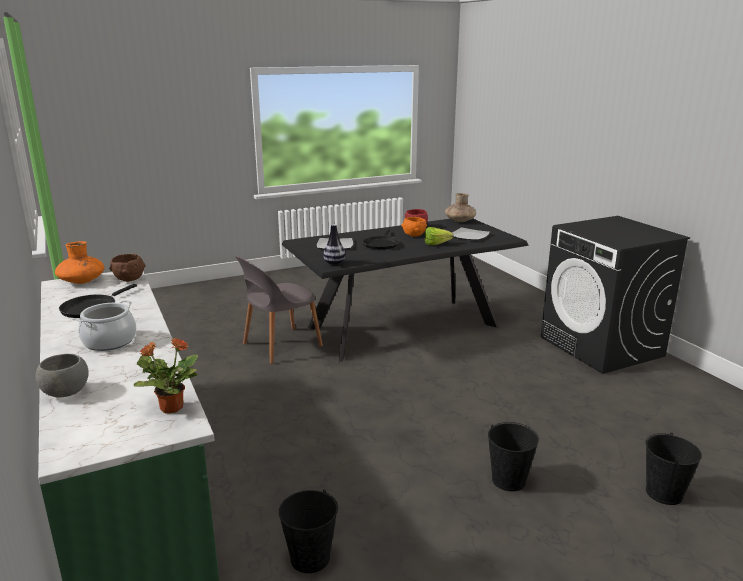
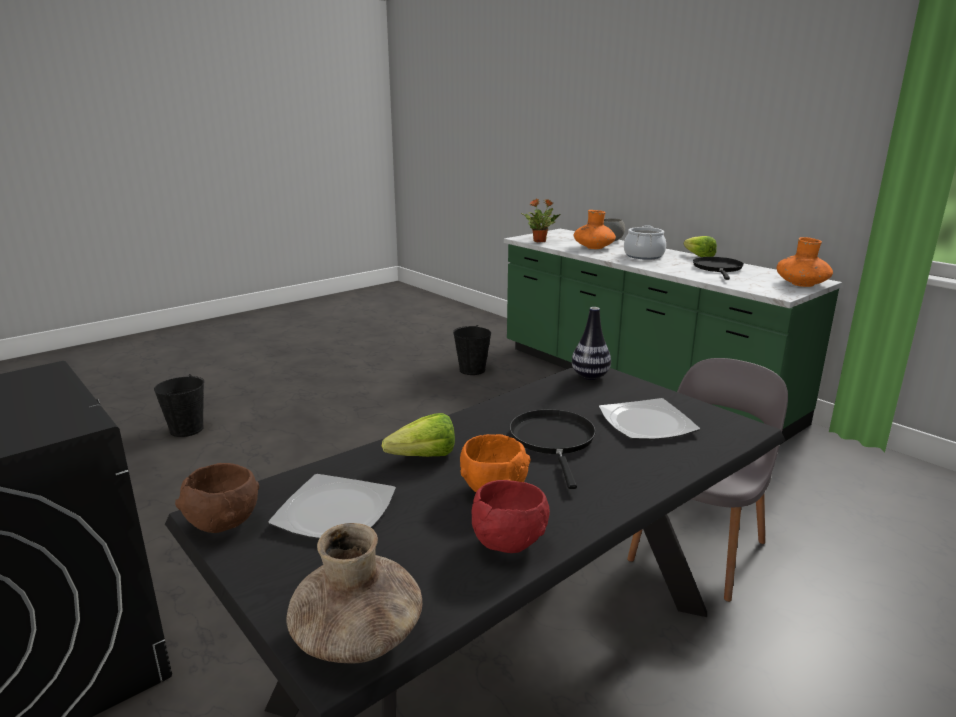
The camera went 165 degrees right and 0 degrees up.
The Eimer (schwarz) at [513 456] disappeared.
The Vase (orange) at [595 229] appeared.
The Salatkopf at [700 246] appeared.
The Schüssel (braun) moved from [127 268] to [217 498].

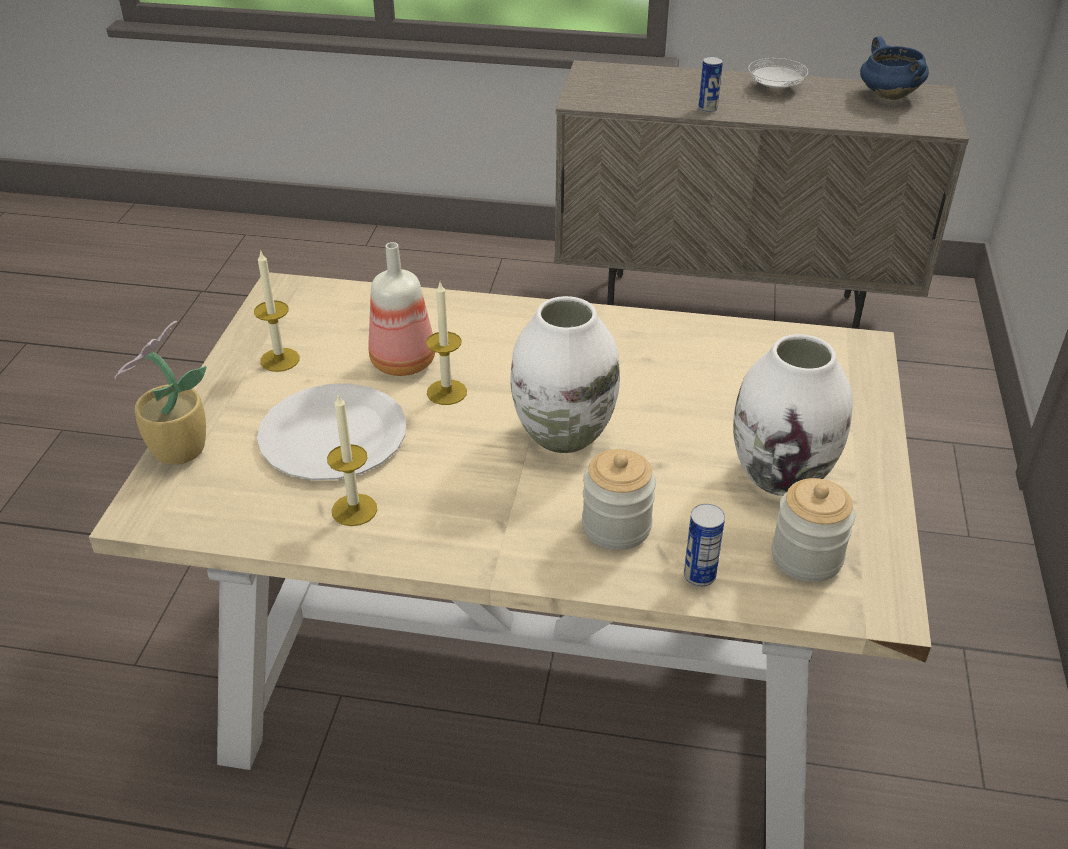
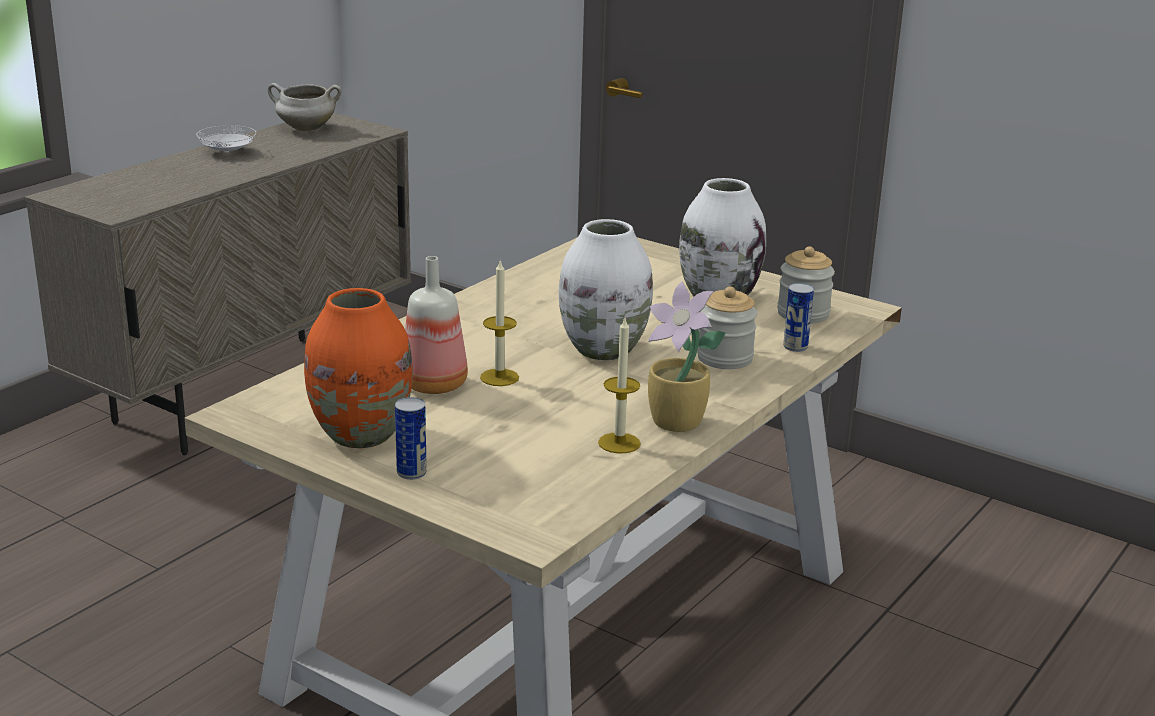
The camera went 65 degrees left and 15 degrees down.
The Teller (weiß) at [332 431] disappeared.
The Topfpflanze moved from [160 393] to [687 356].
The Dose moved from [710 84] to [411 438].
The Kerze at [277 311] was replaced by the Vase (orange) at [358 368].
The Kochtopf (blau) at [894 68] became the Kochtopf (weiß) at [305 107].

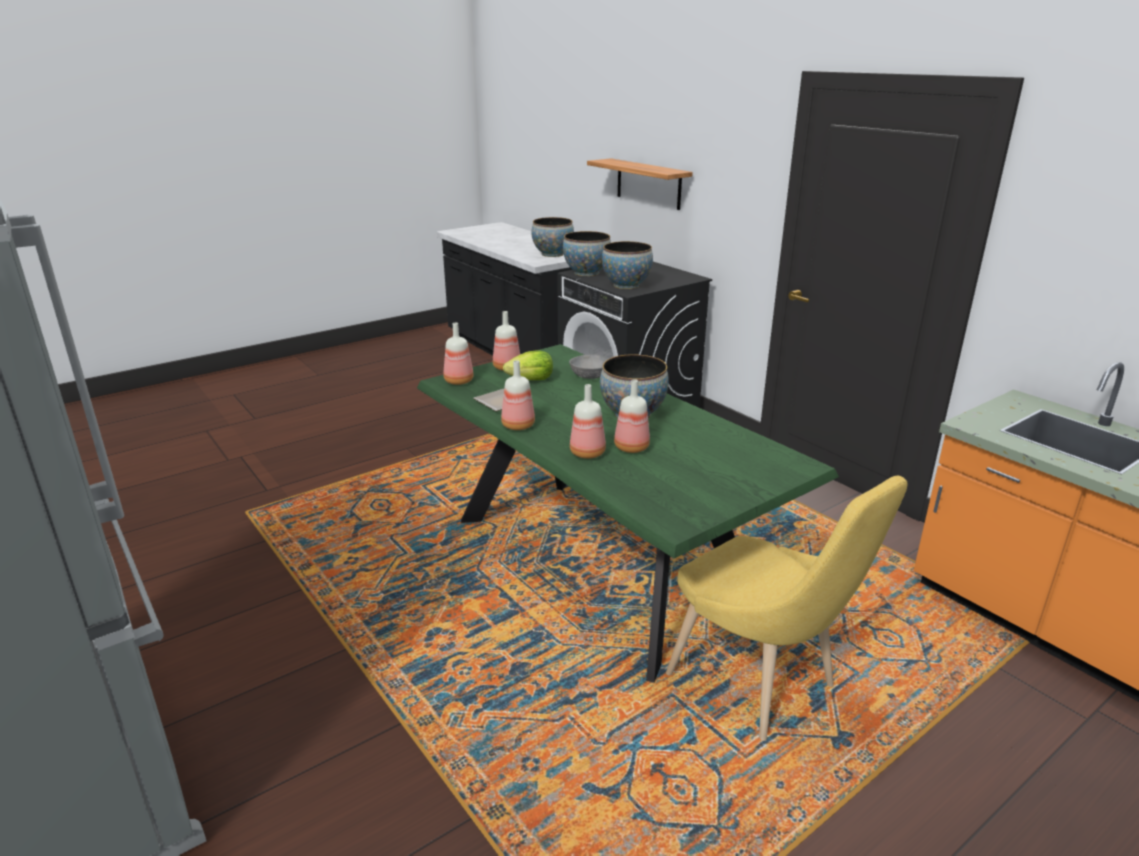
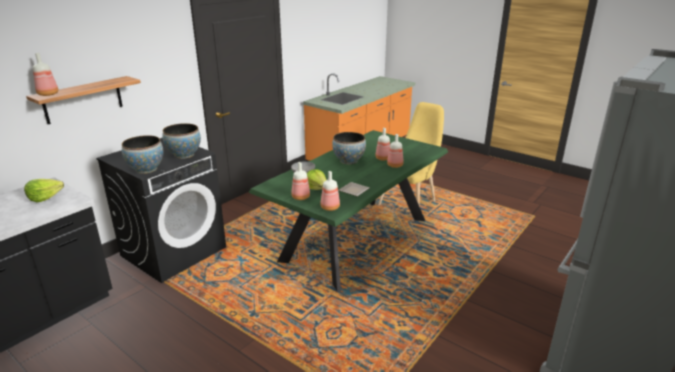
The camera went 105 degrees left and 0 degrees up.
The Flasche moved from [518 395] to [46 74].
The Schüssel at [552 237] was replaced by the Salatkopf at [44 190].

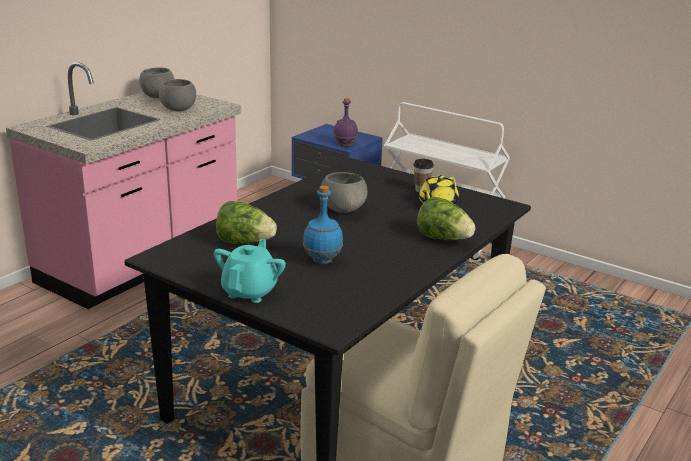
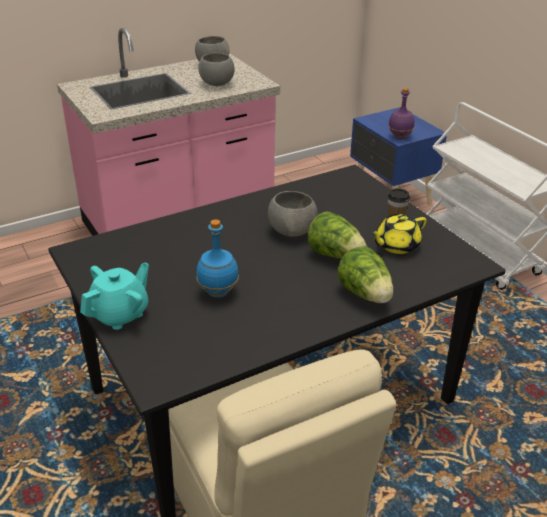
The camera went 25 degrees right and 10 degrees up.
The Salatkopf moved from [246 222] to [337 235].

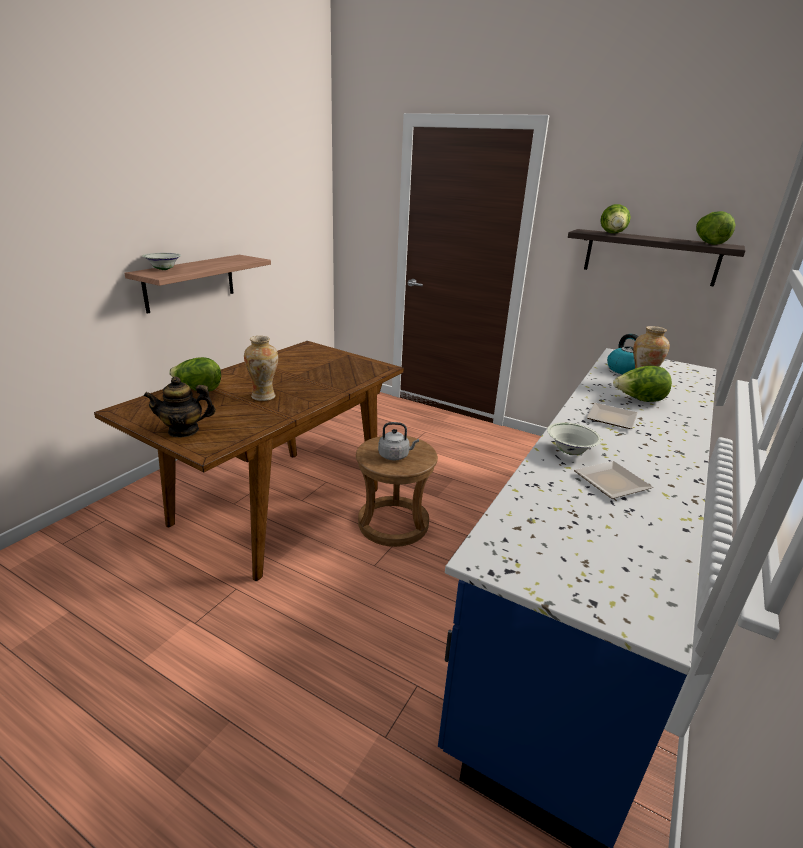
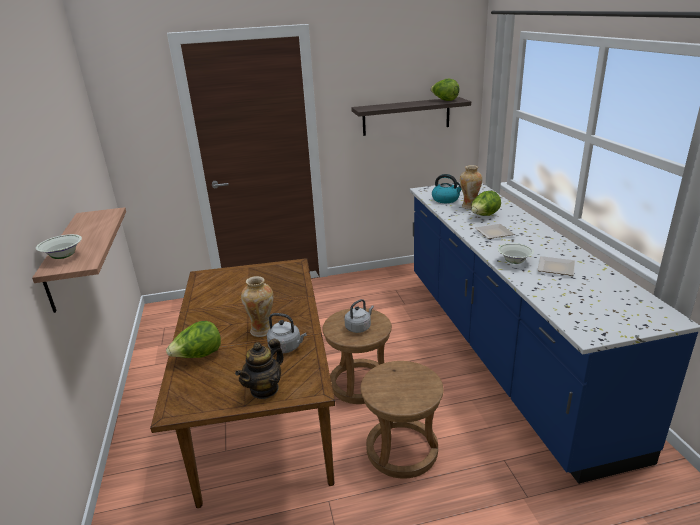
The camera went 40 degrees left and 0 degrees up.
The Salatkopf at [615 218] disappeared.
The Wasserkessel (grau) at [286 333] appeared.
The Hocker (braun) at [402 420] appeared.

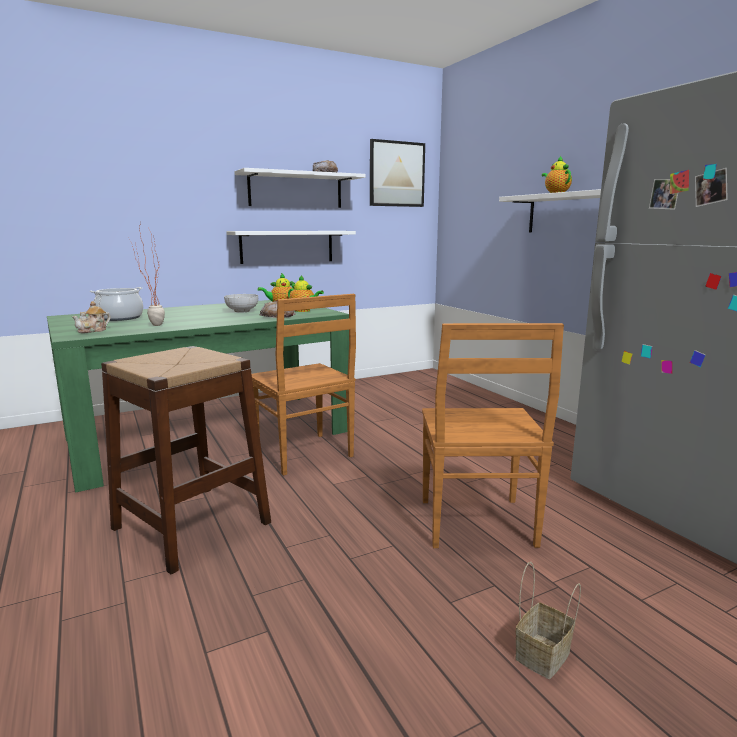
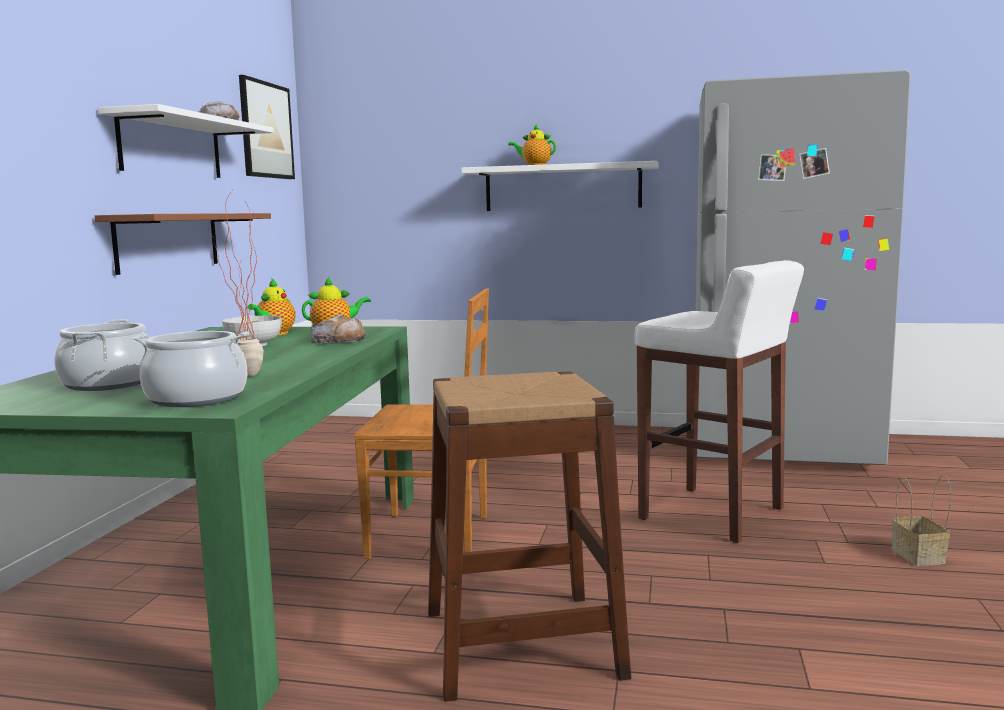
The camera went 50 degrees left and 5 degrees down.
The Teekanne at [91 317] was replaced by the Kochtopf at [191 369].
The Stuhl (braun) at [493 435] was replaced by the Hocker (weiß) at [719 401].
The Wandregal (weiß) at [291 247] became the Wandregal (braun) at [183 244].

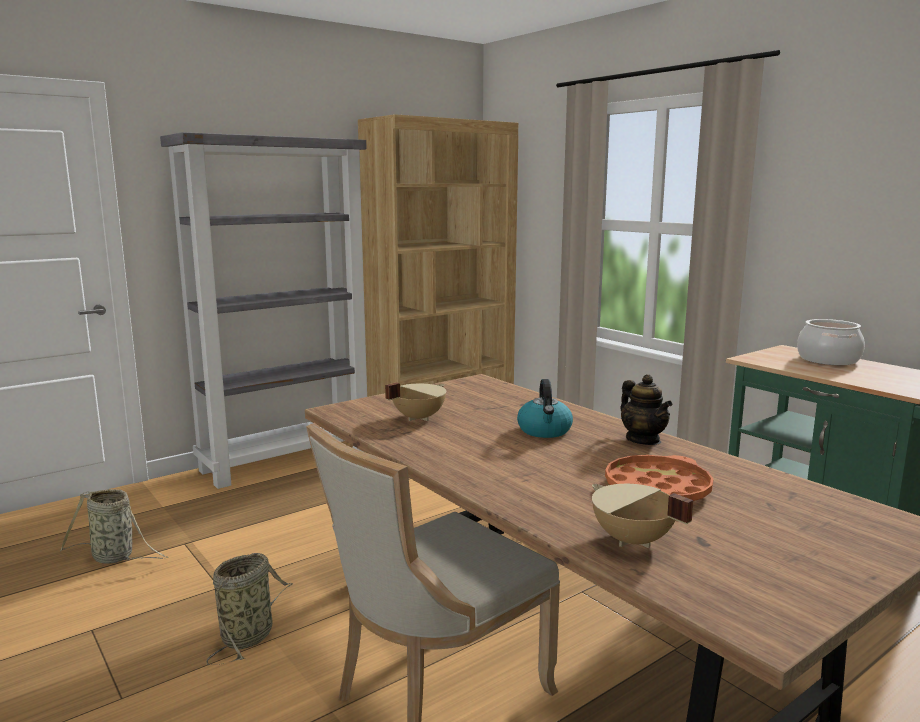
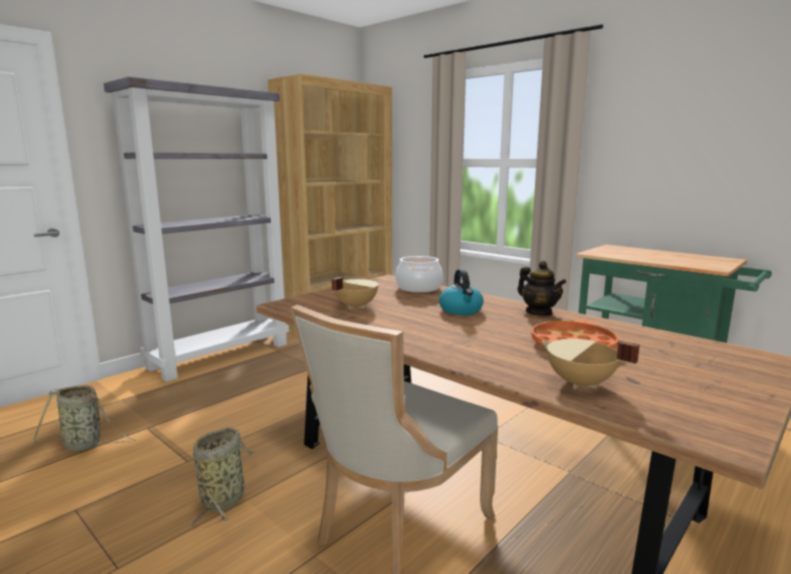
The camera went 10 degrees left and 0 degrees up.
The Kochtopf moved from [831 342] to [419 274].

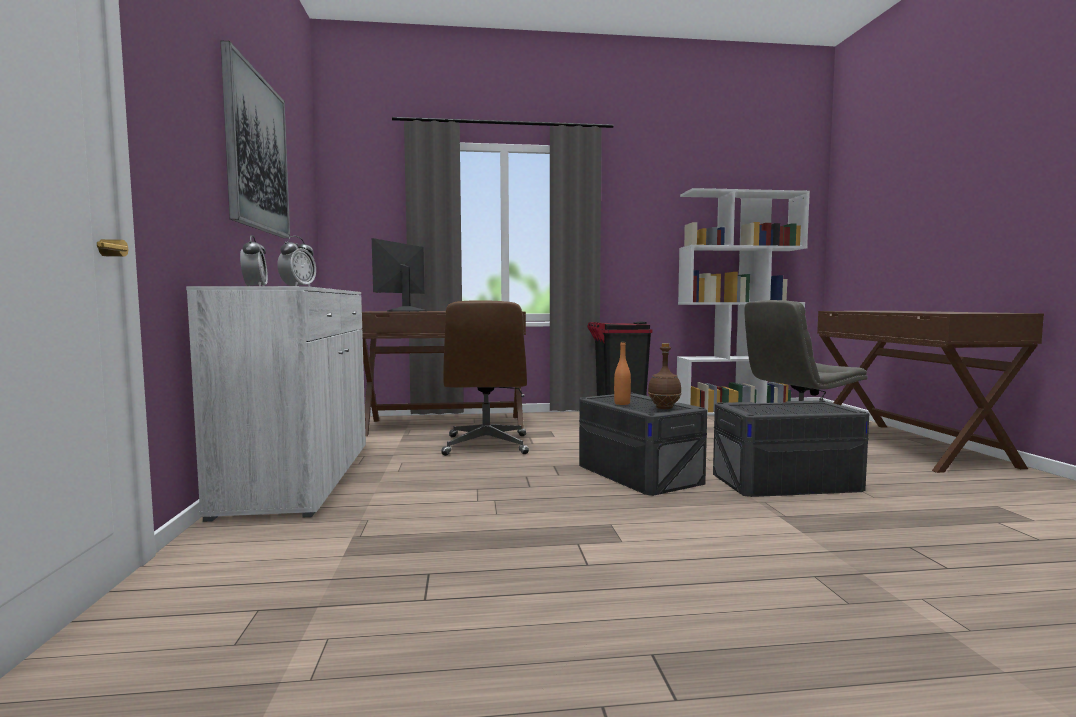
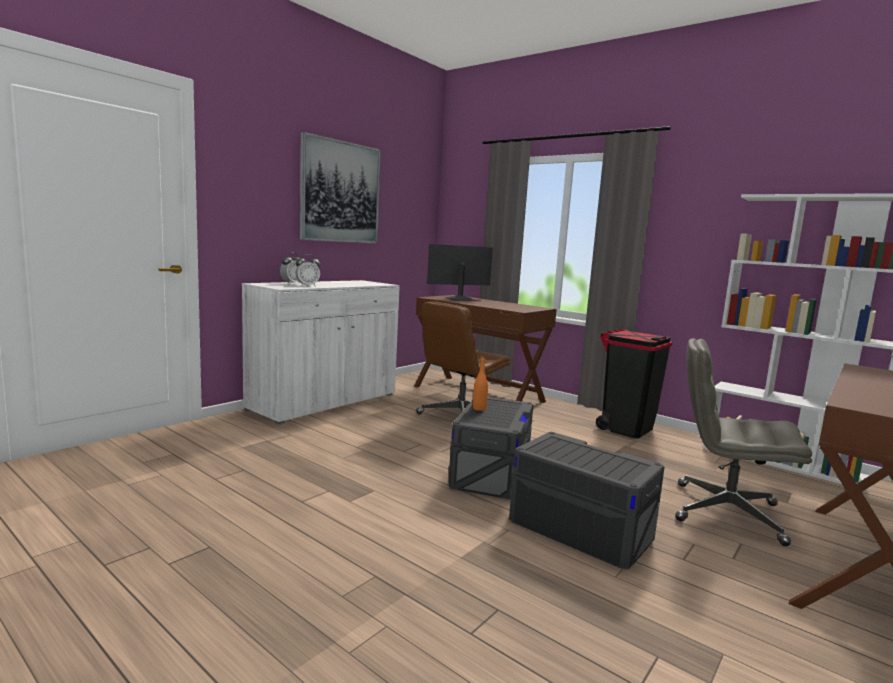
The camera went 45 degrees right and 5 degrees up.
The Flasche (braun) at [665 376] disappeared.

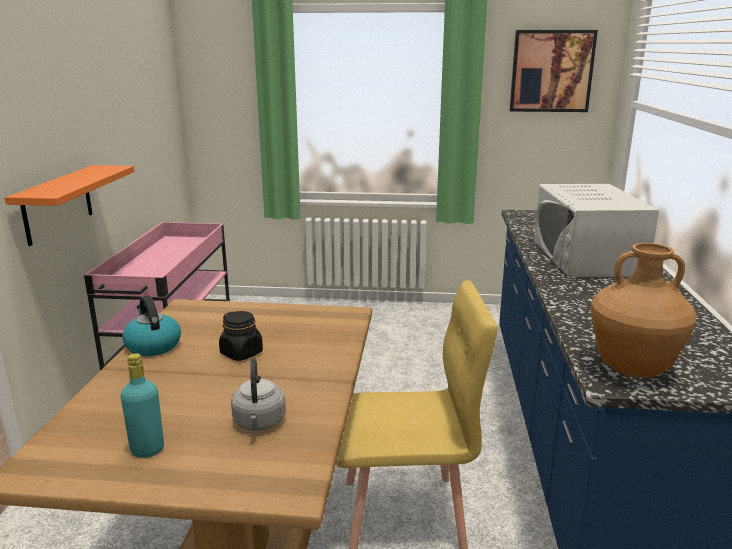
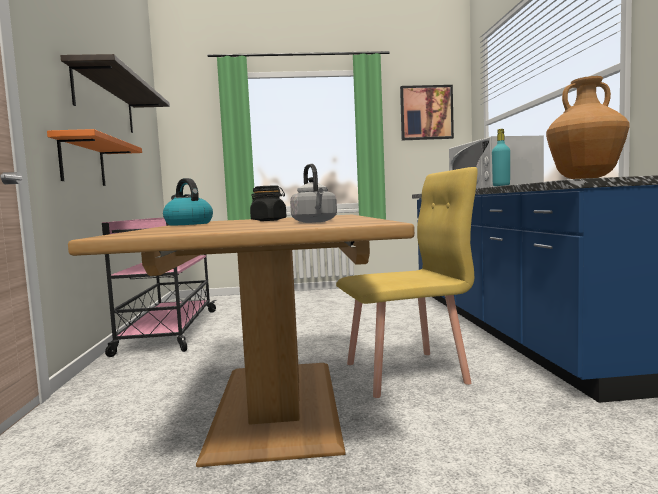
The camera went 10 degrees left and 15 degrees down.
The Wandregal at [115 93] appeared.
The Flasche (türkis) moved from [142 405] to [501 157].

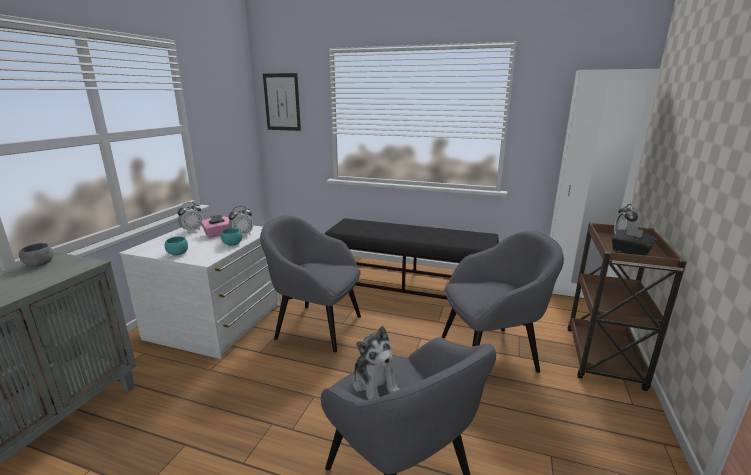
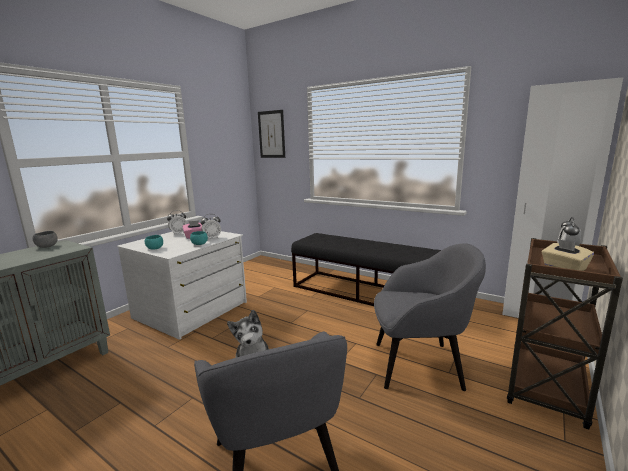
The camera went 15 degrees right and 5 degrees down.
The Sessel (grau) at [310 284] disappeared.
The Taschentuchbox (schwarz) at [634 241] became the Taschentuchbox (beige) at [568 255].

